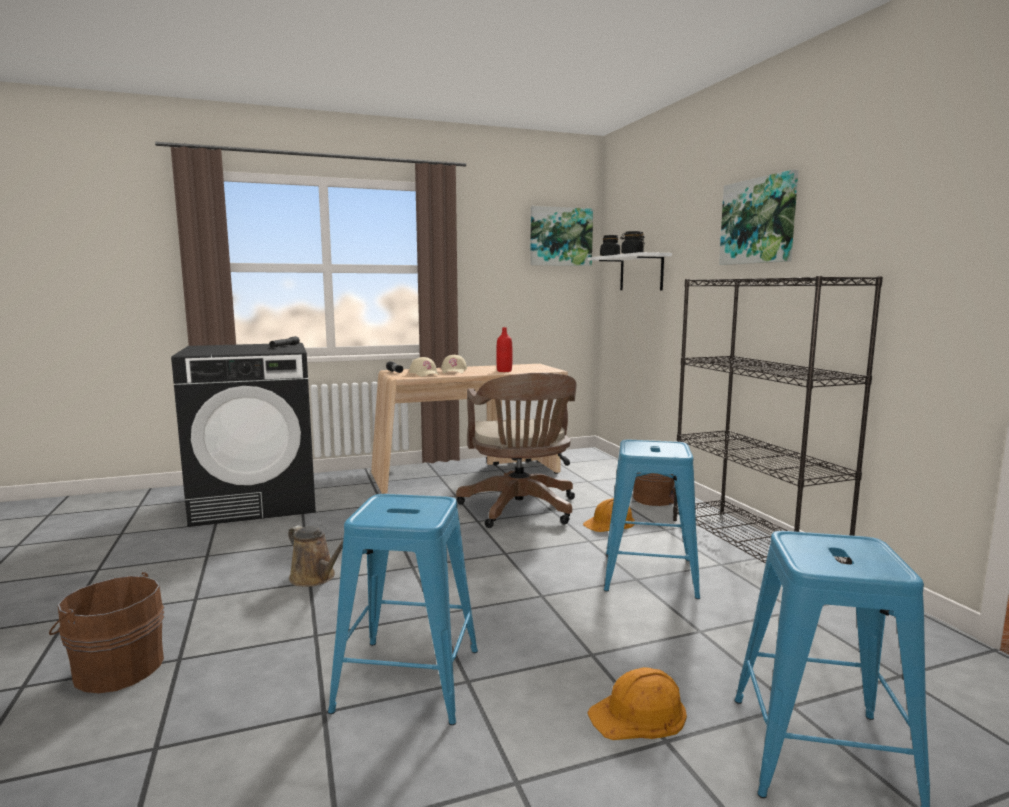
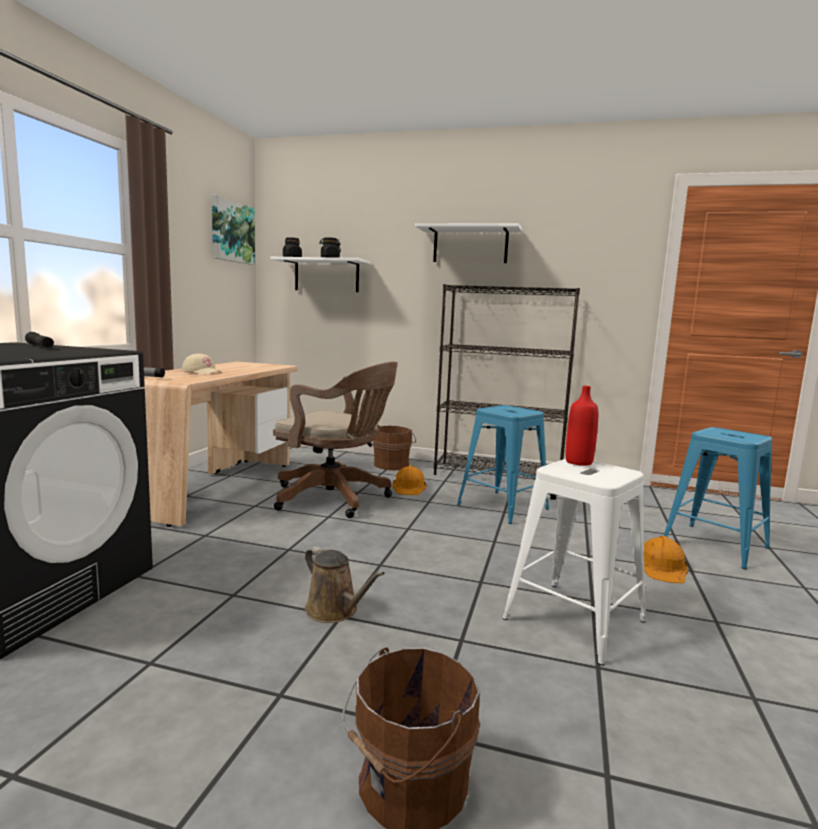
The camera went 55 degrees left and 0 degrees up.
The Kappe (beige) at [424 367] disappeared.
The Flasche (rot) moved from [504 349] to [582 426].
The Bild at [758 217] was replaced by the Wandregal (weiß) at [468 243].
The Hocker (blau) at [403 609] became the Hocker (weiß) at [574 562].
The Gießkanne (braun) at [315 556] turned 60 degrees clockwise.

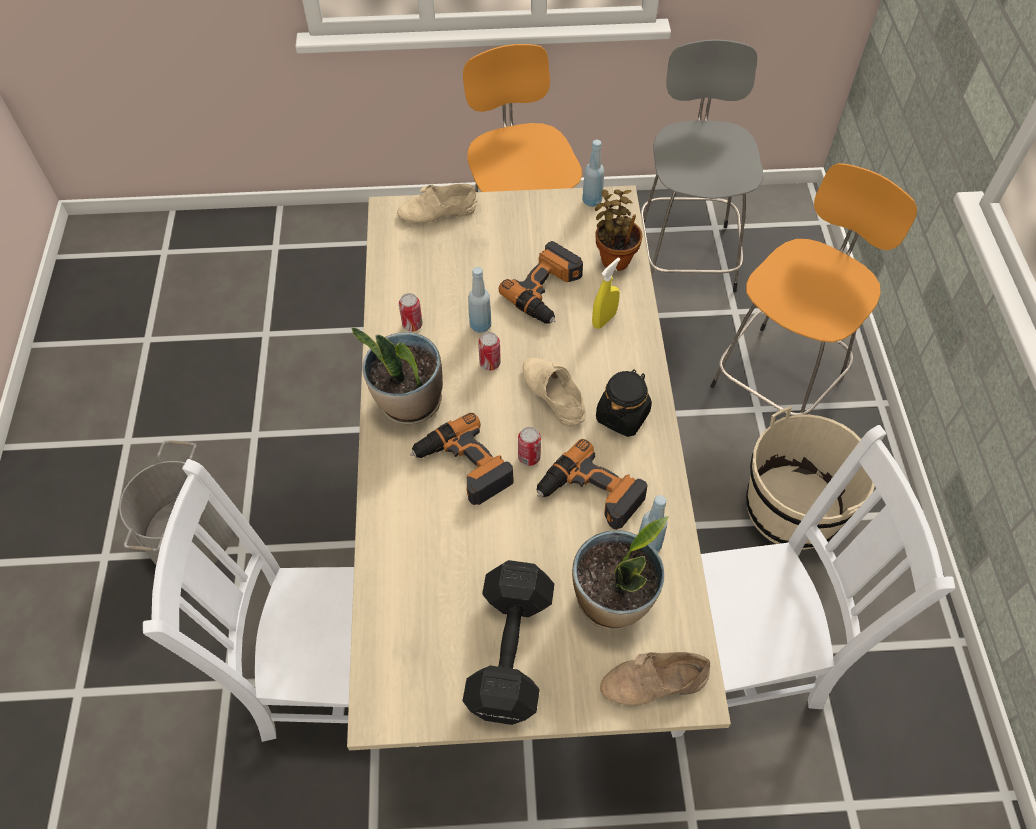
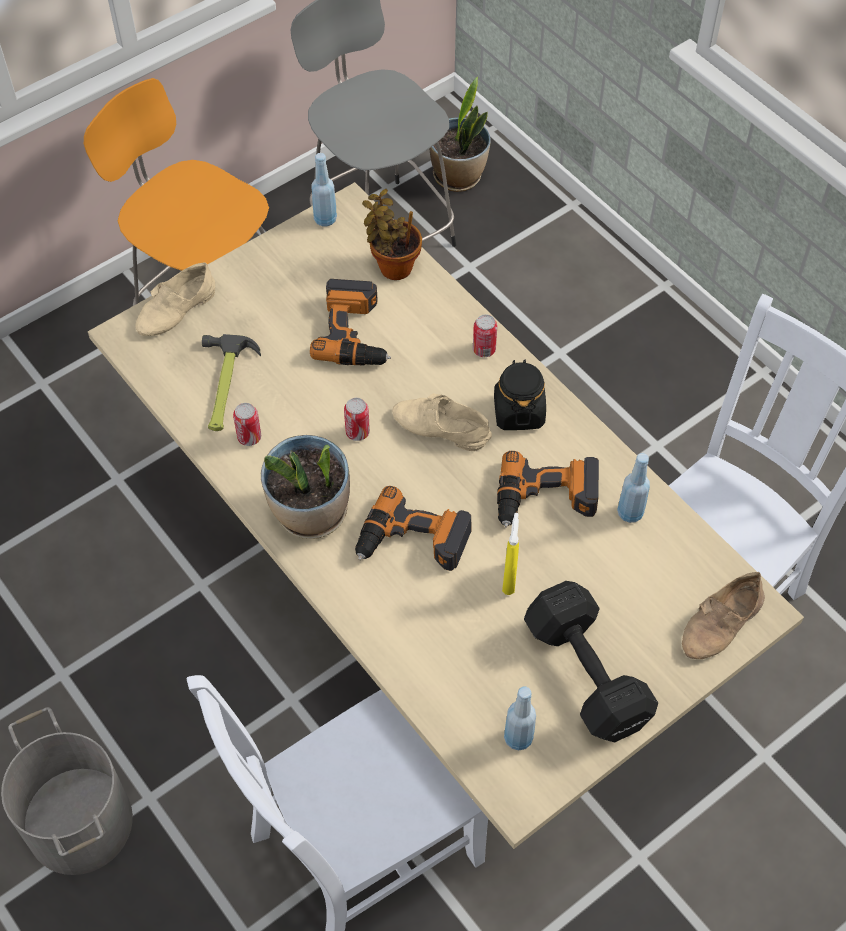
The camera went 35 degrees left and 0 degrees up.
The Hocker (orange) at [813 289] disappeared.
The Eimer (beige) at [810 478] disappeared.
The Hammer at [231 382] appeared.
The Flasche (blau) moved from [479 300] to [520 719].
The Dose moved from [529 446] to [485 335].
The Topfpflanze moved from [620 573] to [460 134].
The Sprühflasche (gelb) moved from [606 293] to [510 554].

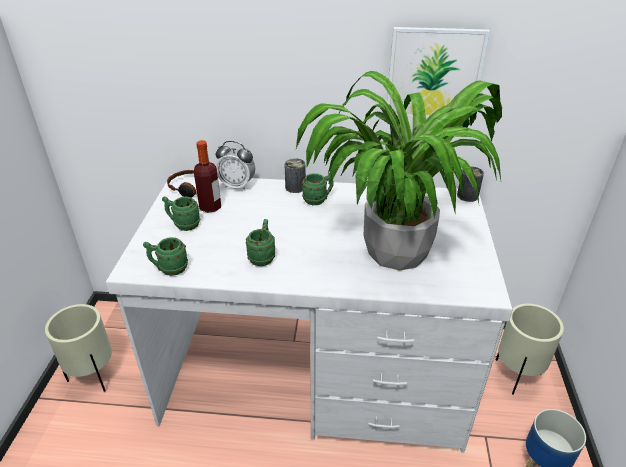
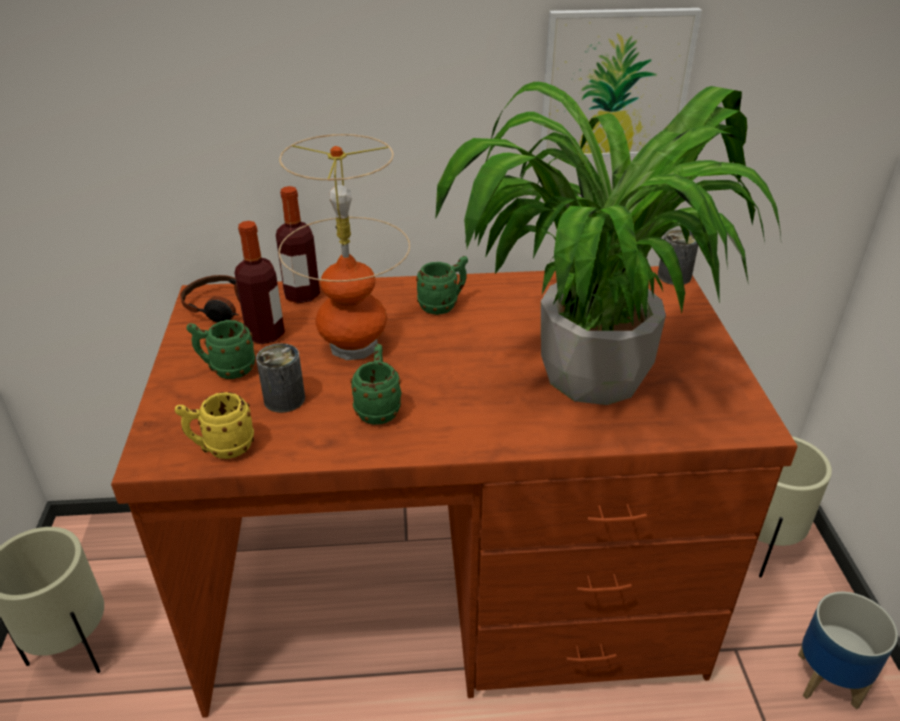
The camera went 10 degrees left and 0 degrees up.
The Tischlampe at [344 247] appeared.
The Dose moved from [295 175] to [280 378].
The Wecker at [235 166] was replaced by the Flasche at [298 244].
The Schreibtisch (weiß) at [309 313] became the Schreibtisch (braun) at [454 492].
The Henkelbecher (grün) at [165 256] became the Henkelbecher (gelb) at [214 425].

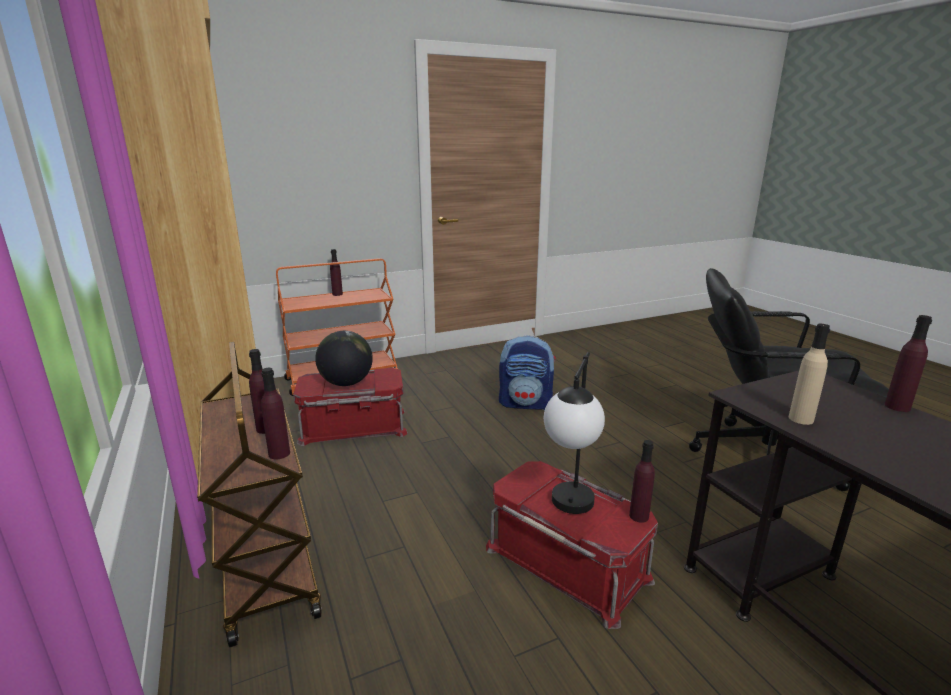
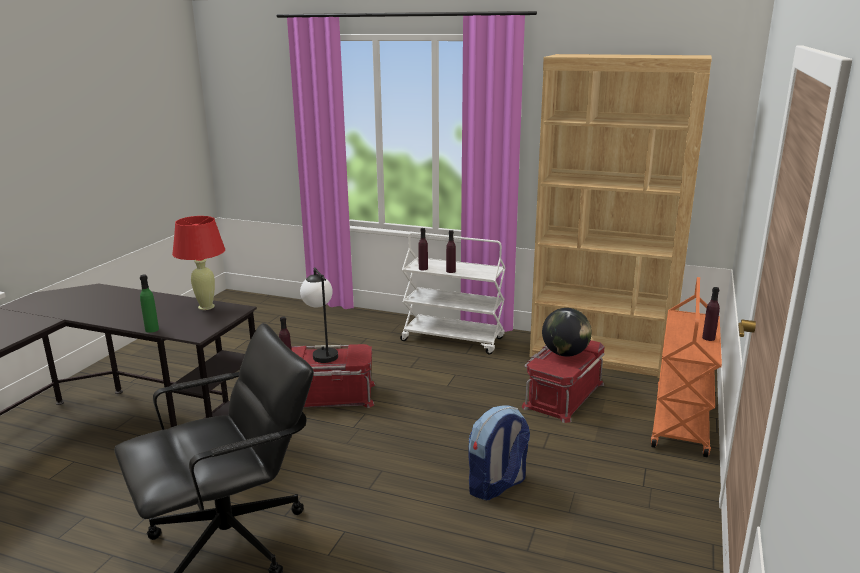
The camera went 135 degrees right and 0 degrees up.
The Flasche (beige) at [809 374] was replaced by the Tischlampe (rot) at [198 263].
The Rollwagen (braun) at [259 494] became the Rollwagen (weiß) at [452 293].
The Flasche (lila) at [908 363] became the Flasche (grün) at [149 303].

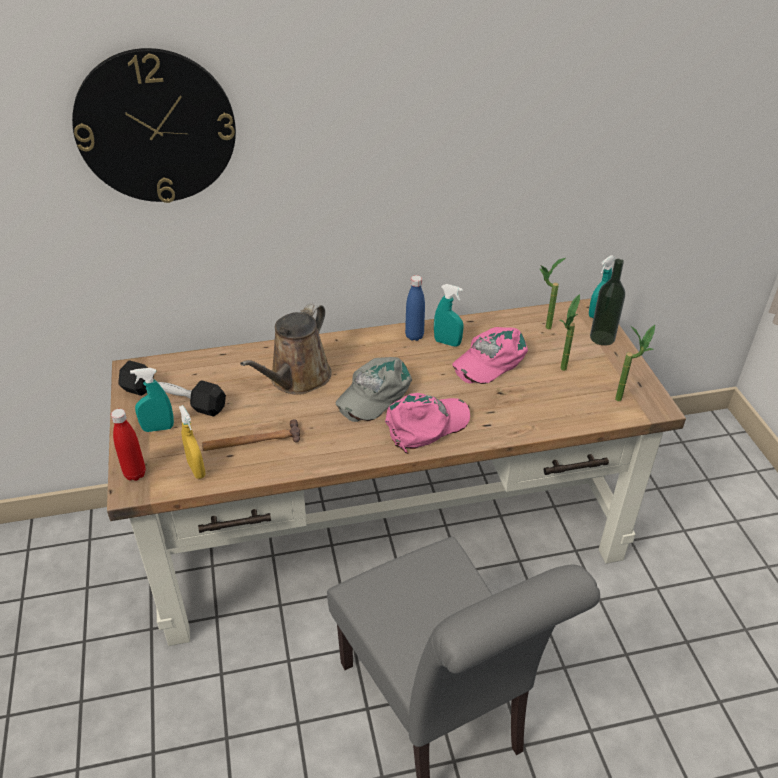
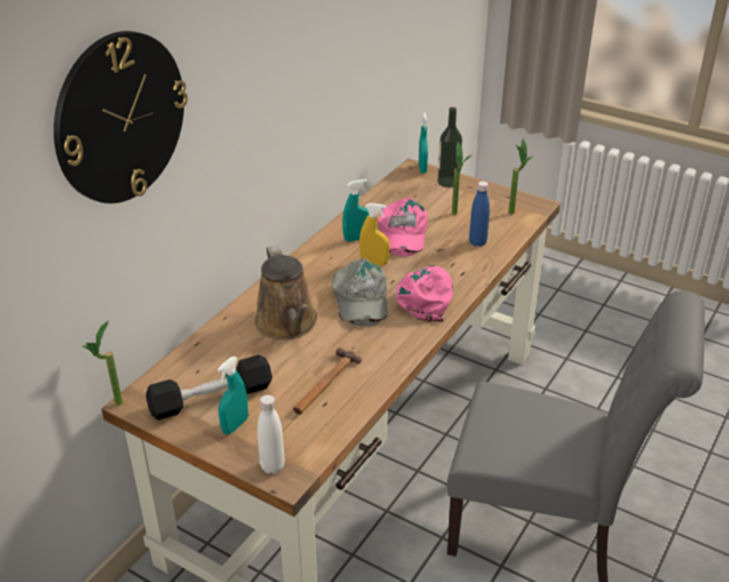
The camera went 45 degrees left and 5 degrees down.
The Sprühflasche (gelb) moved from [192 442] to [374 234].
The Flasche (blau) moved from [415 308] to [479 214].
The Topfpflanze moved from [552 294] to [102 363].
The Flasche (rot) at [128 445] became the Flasche (weiß) at [271 434].

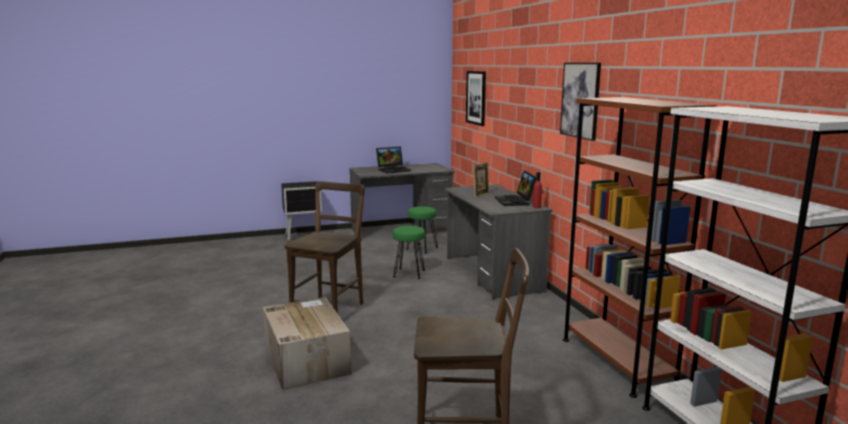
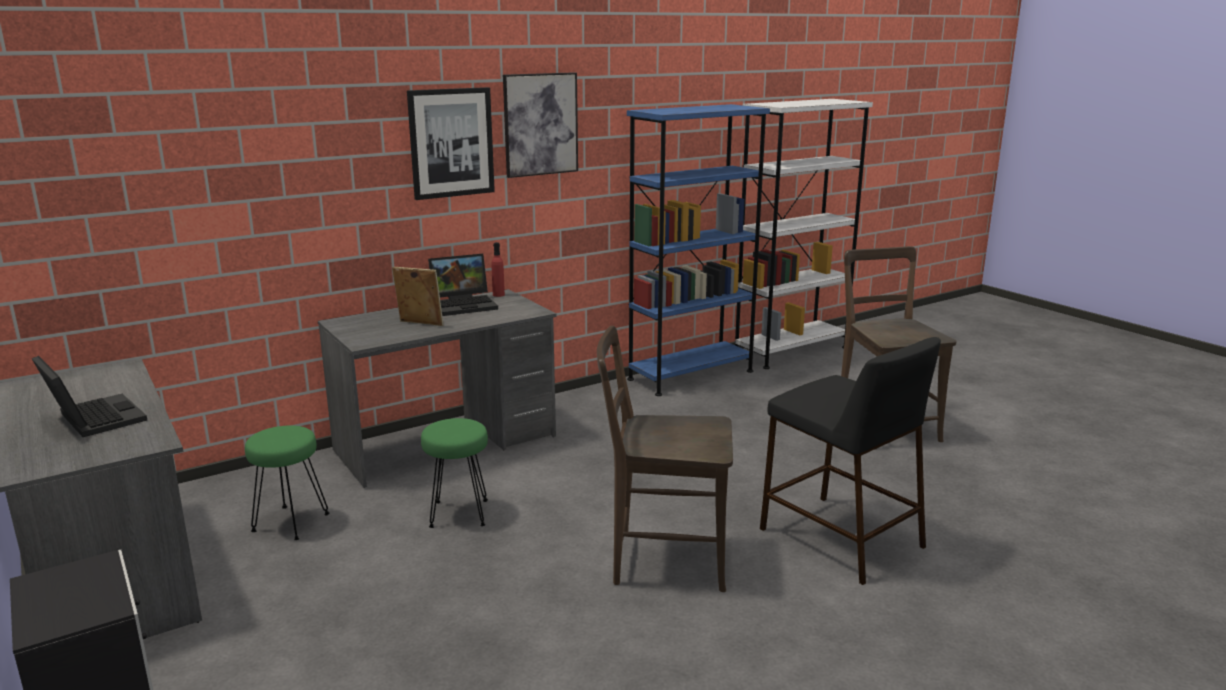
The camera went 105 degrees left and 5 degrees up.
The Bild moved from [476 98] to [451 143].
The Karton at [307 343] was replaced by the Hocker (schwarz) at [850 461].
The Bücherregal (braun) at [640 247] became the Bücherregal (blau) at [698 250].

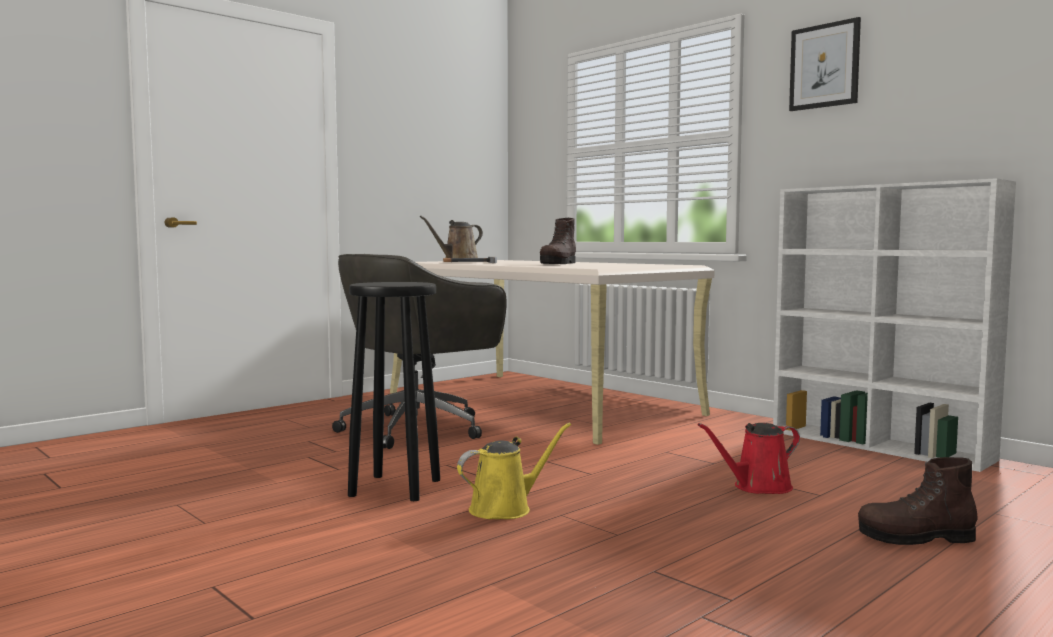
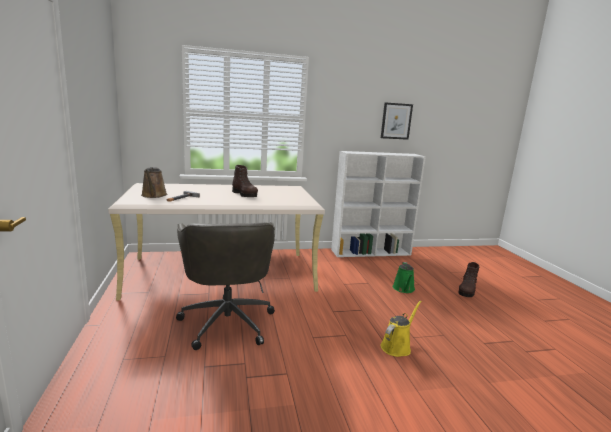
The camera went 60 degrees left and 10 degrees up.
The Hocker (schwarz) at [394 391] disappeared.
The Bild moved from [825 64] to [397 121].
The Gießkanne (rot) at [749 458] became the Gießkanne (grün) at [404 277].
The Gießkanne (gelb) at [514 471] turned 45 degrees clockwise.

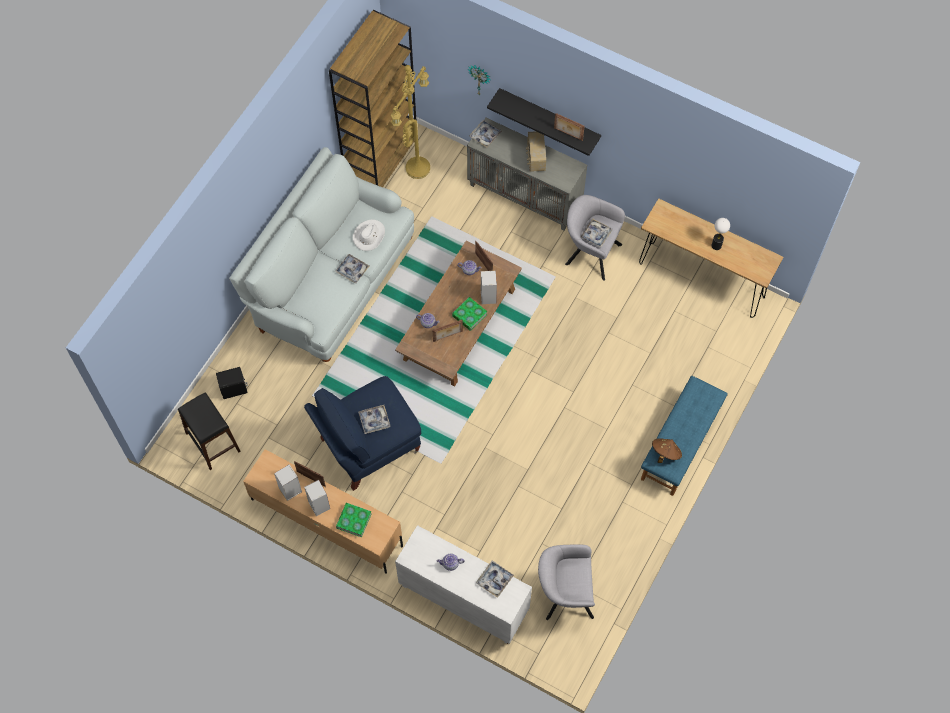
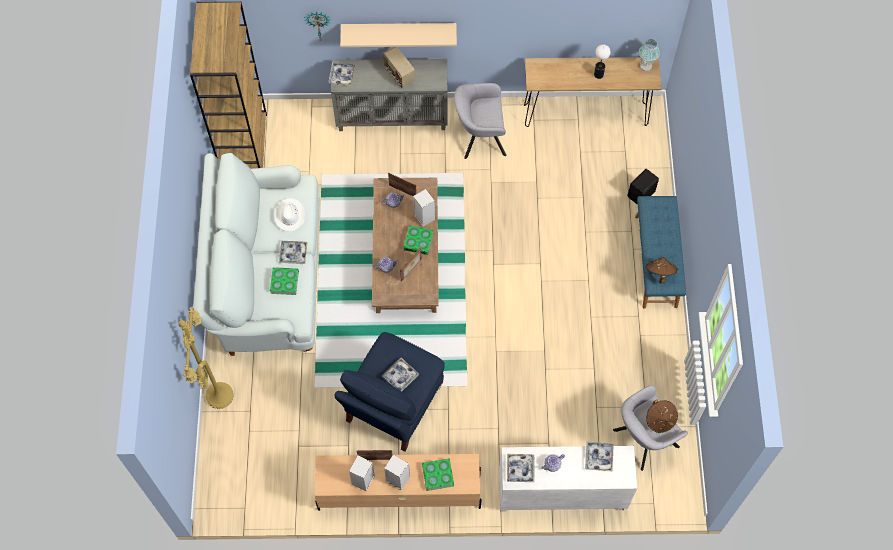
The camera went 30 degrees left and 0 degrees up.
The Hocker (schwarz) at [209 431] disappeared.
The Bilderrahmen at [569 127] disappeared.
The Buch at [284 281] appeared.
The Tischlampe at [649 55] appeared.
The Hut (braun) at [662 416] appeared.
The Lautsprecher (schwarz) moved from [232 383] to [643 187].
The Stehlampe (gelb) moved from [410 122] to [206 358].
The Tablett moved from [596 233] to [521 468].
The Wandregal (schwarz) at [544 122] became the Wandregal (beige) at [398 35].

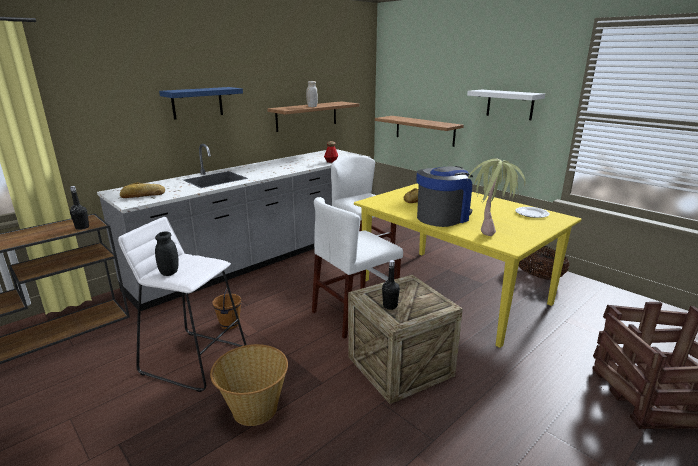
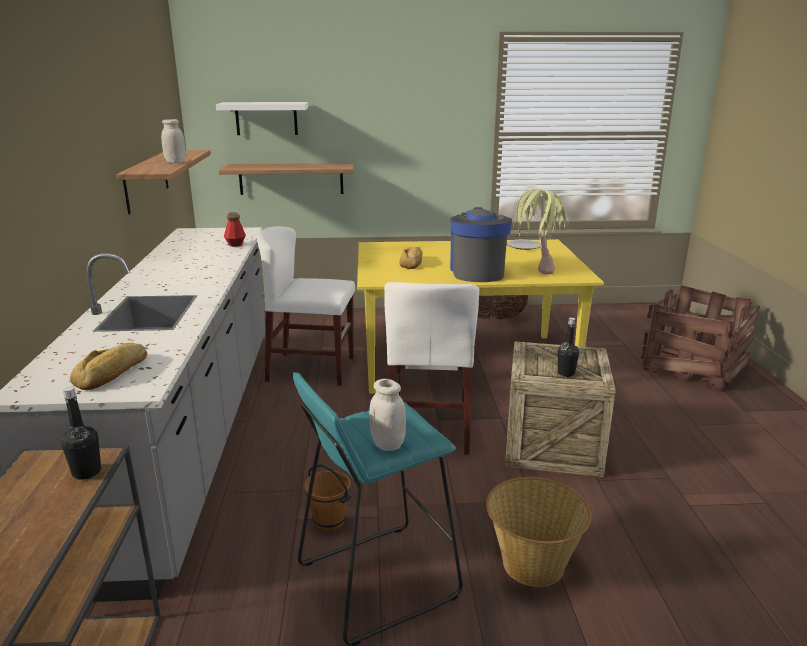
The camera went 50 degrees left and 0 degrees up.
The Wandregal (blau) at [201 103] disappeared.
The Wandregal (weiß) moved from [506 105] to [262 118].
The Hocker (weiß) at [182 304] became the Hocker (türkis) at [378 509].
The Vorratsglas (schwarz) at [167 254] became the Vorratsglas (weiß) at [387 415].

